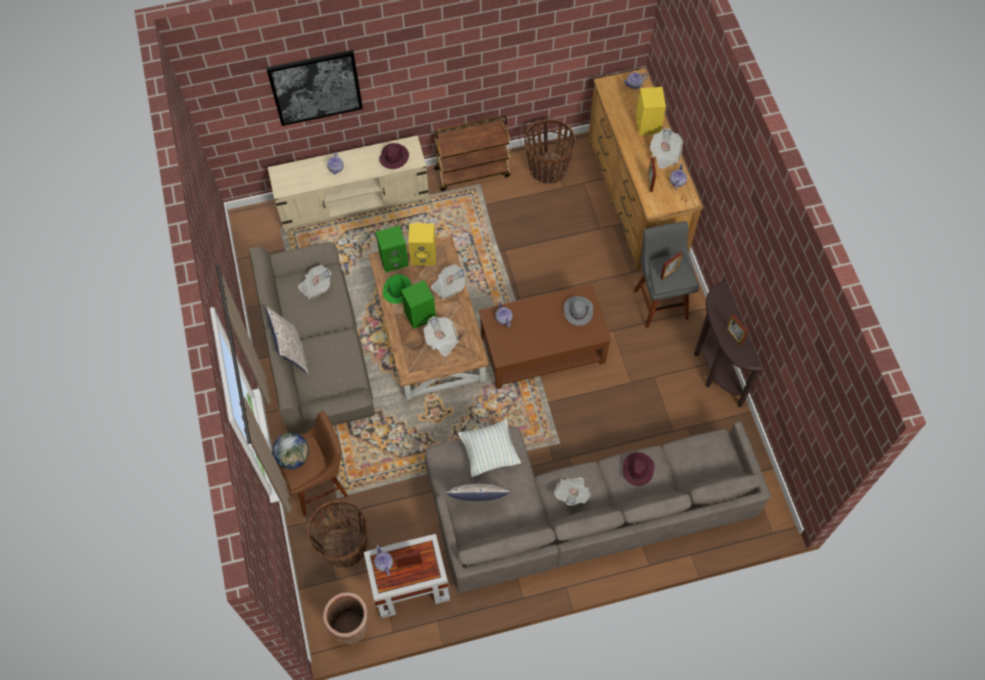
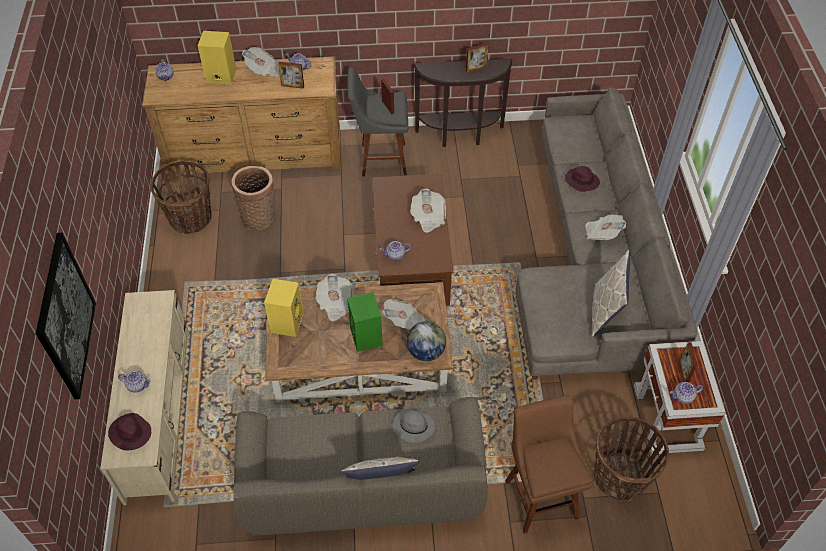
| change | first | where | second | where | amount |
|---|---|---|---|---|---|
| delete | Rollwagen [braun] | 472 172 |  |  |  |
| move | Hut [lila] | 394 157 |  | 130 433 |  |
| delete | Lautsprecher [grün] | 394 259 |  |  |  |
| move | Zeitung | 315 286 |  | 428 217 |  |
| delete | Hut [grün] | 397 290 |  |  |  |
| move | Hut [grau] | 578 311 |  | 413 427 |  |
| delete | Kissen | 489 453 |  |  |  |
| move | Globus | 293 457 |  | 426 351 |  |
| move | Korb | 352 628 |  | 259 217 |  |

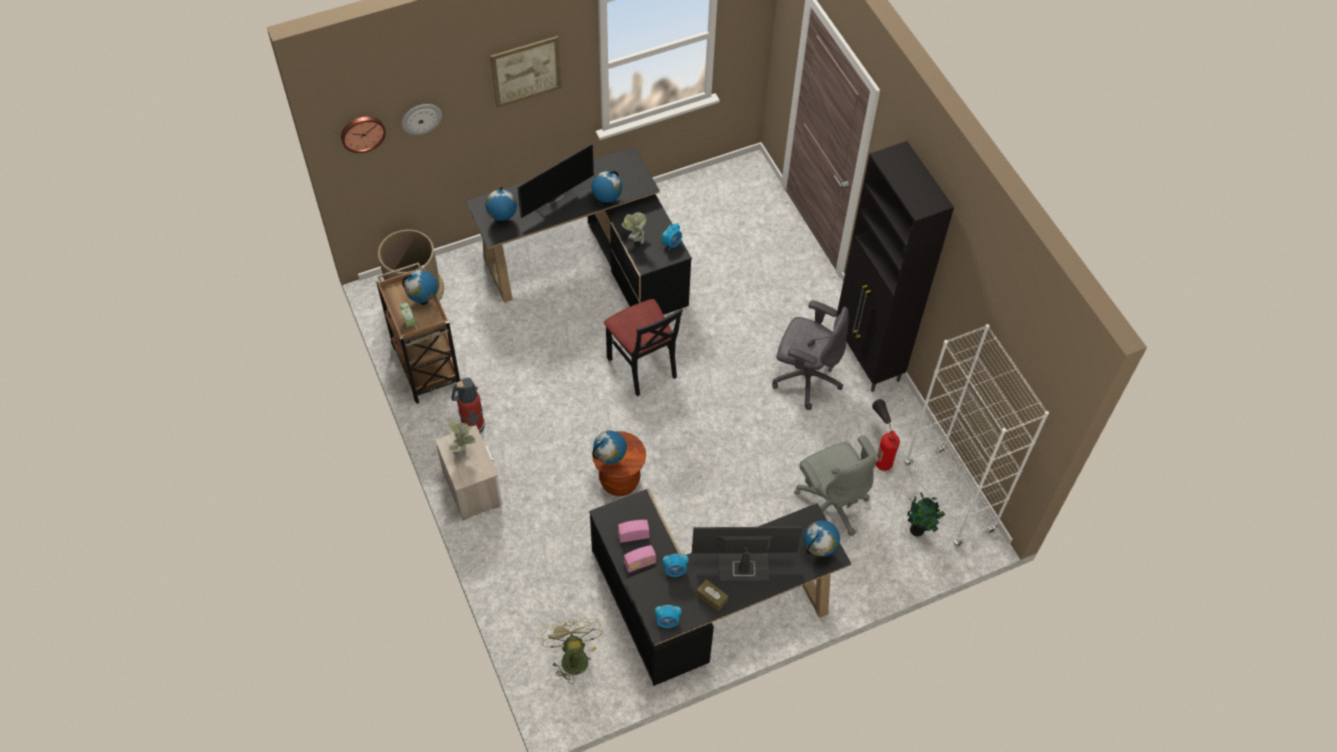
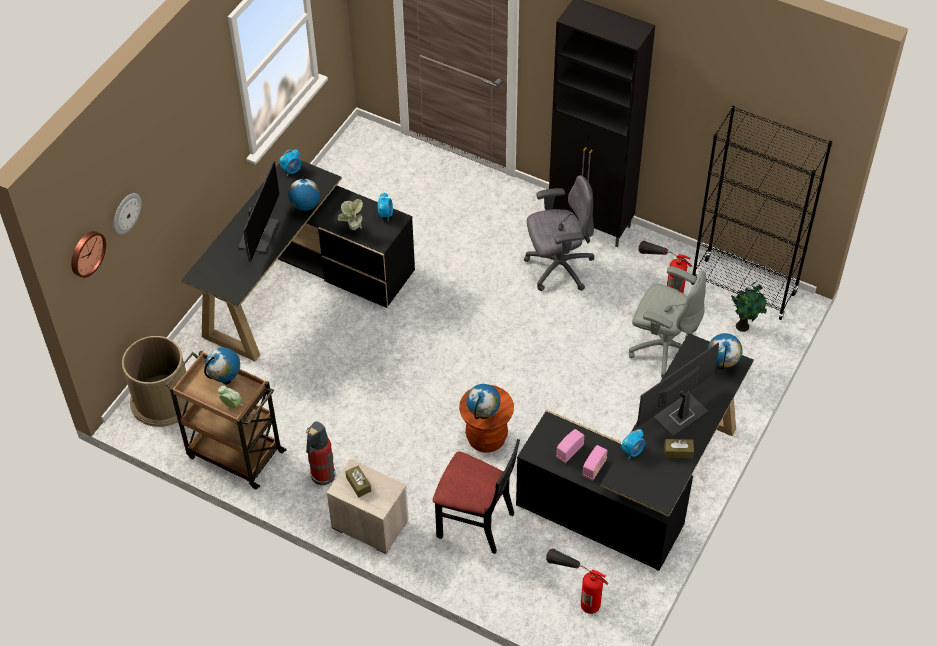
| change | first | where | second | where | amount |
|---|---|---|---|---|---|
| delete | Bild | 526 71 |  |  |  |
| delete | Globus | 502 219 |  |  |  |
| move | Stuhl [schwarz] | 643 366 |  | 476 523 |  |
| recolor | Bücherregal [weiß] | 948 498 | Bücherregal [schwarz] | 743 288 |  |
| replace | Topfpflanze | 463 450 | Taschentuchbox [braun] | 358 484 |  |
| move | Wecker | 667 621 |  | 292 170 |  |
| replace | Ventilator [grün] | 572 656 | Feuerlöscher | 575 594 |  |

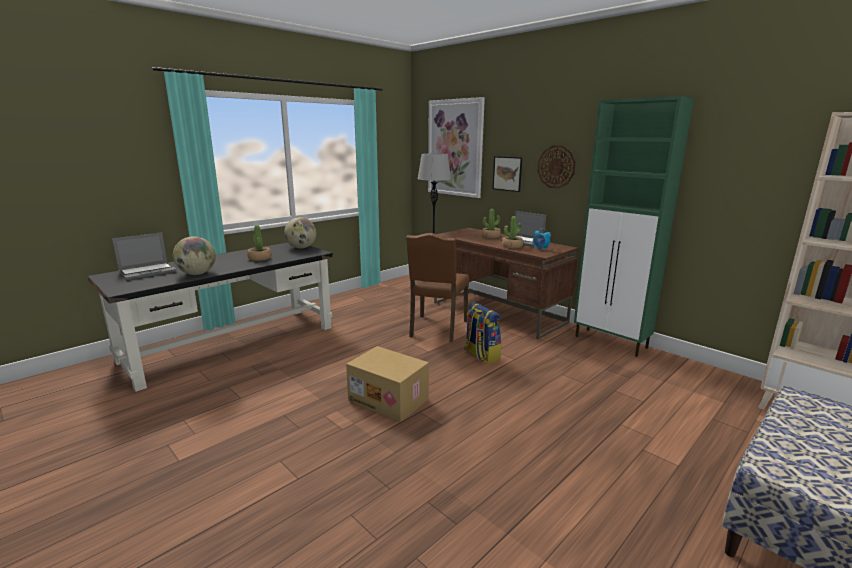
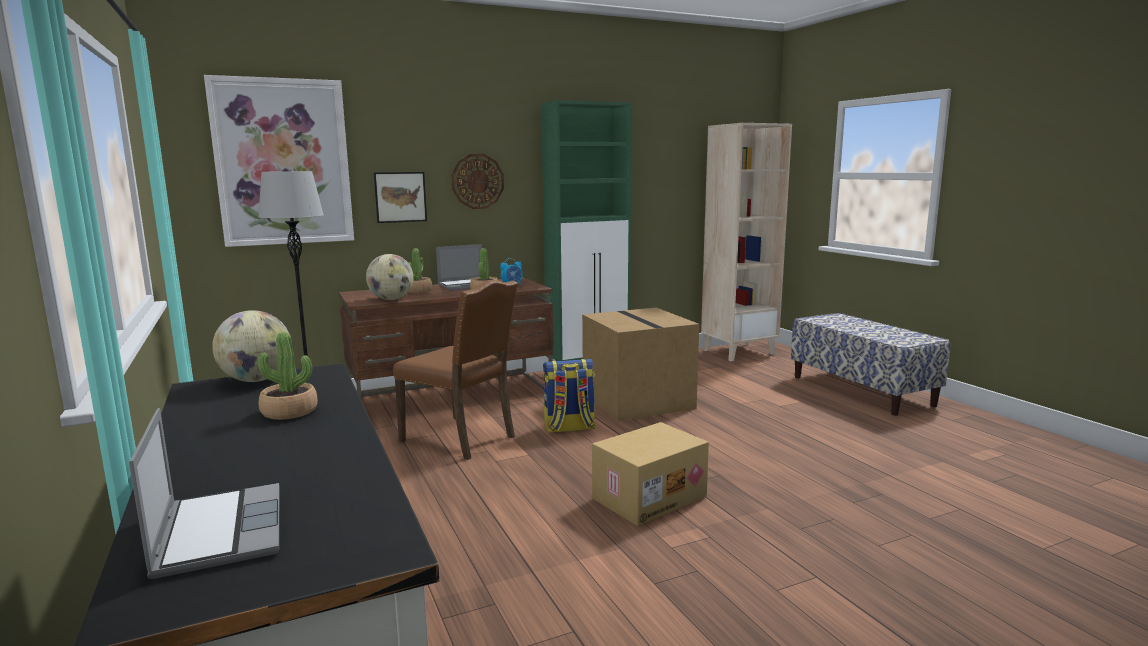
| change | first | where | second | where | amount |
|---|---|---|---|---|---|
| move | Globus | 197 274 |  | 391 299 |  |
| insert |  |  | Karton | 635 400 |  |

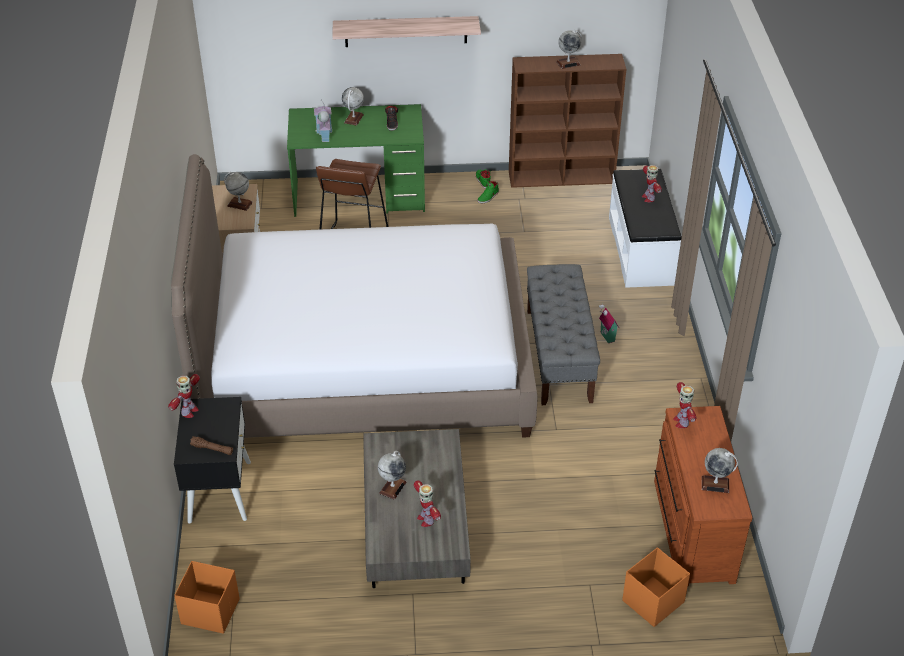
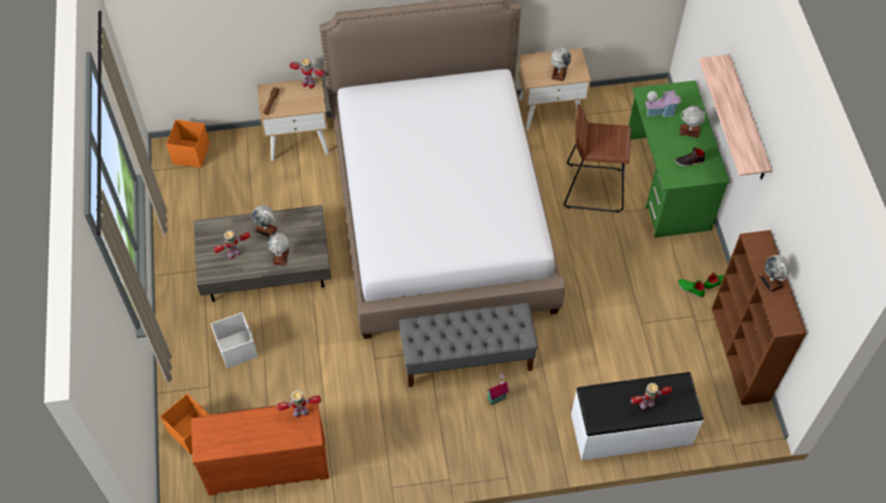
| change | first | where | second | where | amount |
|---|---|---|---|---|---|
| recolor | Nachttisch [schwarz] | 219 491 | Nachttisch [beige] | 298 140 |  |
| move | Globus | 715 484 |  | 280 256 |  |
| insert |  |  | Aufbewahrungsbox [weiß] | 237 348 |  |

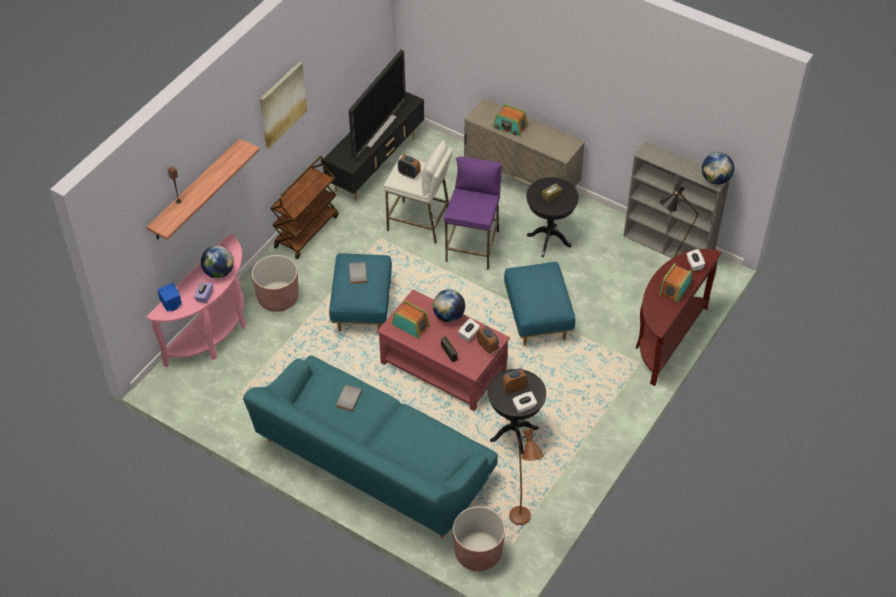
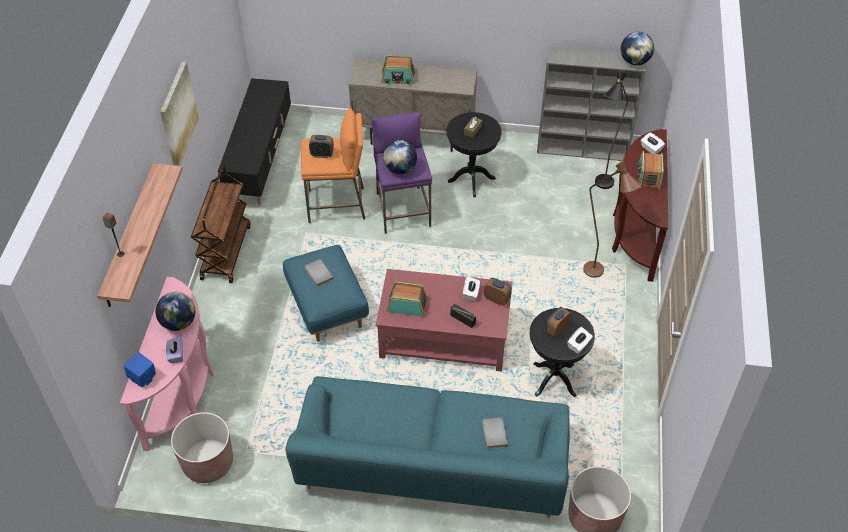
| change | first | where | second | where | amount |
|---|---|---|---|---|---|
| delete | Fernseher | 376 130 |  |  |  |
| recolor | Hocker [weiß] | 419 223 | Hocker [orange] | 337 205 |  |
| move | Pflanzkübel [braun] | 278 298 |  | 208 463 |  |
| delete | Polsterhocker [blau] | 538 318 |  |  |  |
| move | Globus | 448 316 |  | 400 169 |  |
| move | Buch [grau] | 348 398 |  | 493 433 |  |
| move | Stehlampe [braun] | 522 523 |  | 599 274 |  |

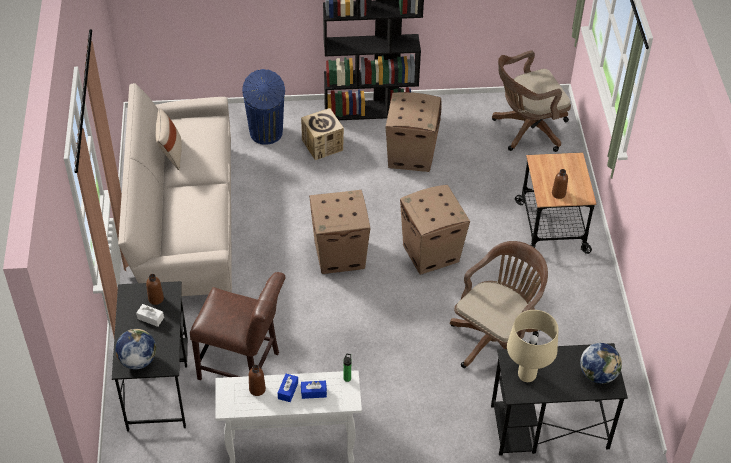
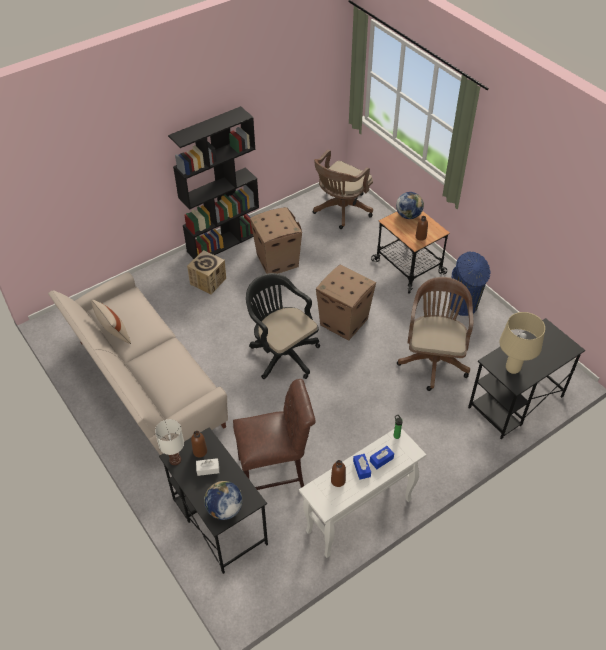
| change | first | where | second | where | amount |
|---|---|---|---|---|---|
| move | Mülleimer [blau] | 266 133 |  | 464 306 |  |
| replace | Karton | 340 254 | Bürostuhl [schwarz] | 282 353 |  |
| move | Globus | 598 374 |  | 408 215 |  |
| insert |  |  | Tischlampe [weiß] | 175 460 |  |

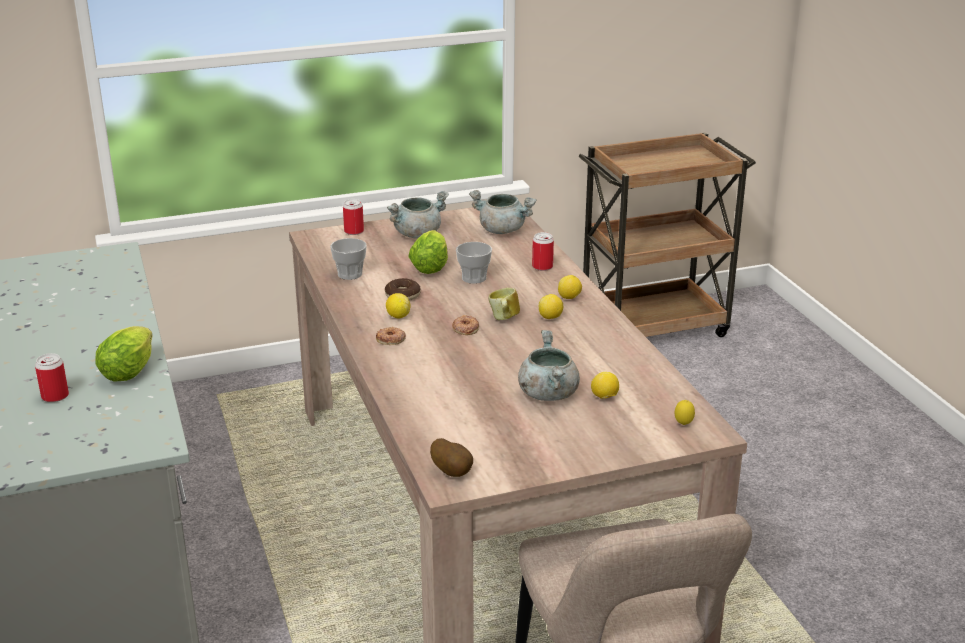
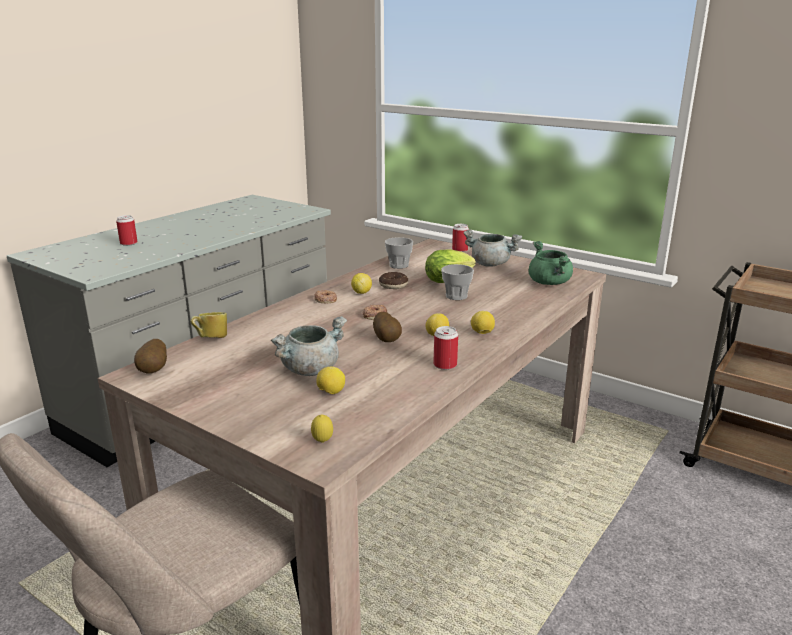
| change | first | where | second | where | amount |
|---|---|---|---|---|---|
| recolor | Kochtopf [grau] | 502 230 | Kochtopf [grün] | 549 283 |  |
| move | Dose | 542 267 |  | 445 365 |  |
| move | Henkelbecher | 503 319 |  | 211 339 |  |
| delete | Salatkopf | 131 370 |  |  |  |
| insert |  |  | Kartoffel | 387 340 |  |

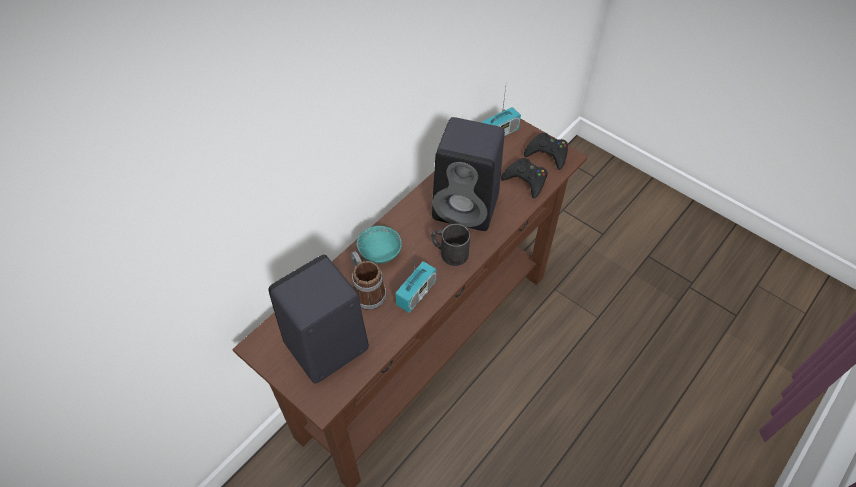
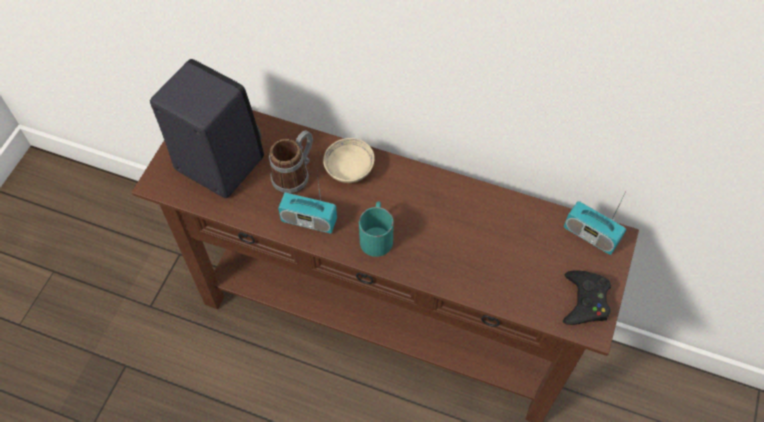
| change | first | where | second | where | amount |
|---|---|---|---|---|---|
| delete | Lautsprecher [schwarz] | 468 207 |  |  |  |
| delete | Gamepad [schwarz] | 526 180 |  |  |  |
| recolor | Henkelbecher [schwarz] | 449 252 | Henkelbecher [türkis] | 377 235 |  |
| recolor | Schüssel [türkis] | 380 252 | Schüssel [beige] | 349 169 |  |

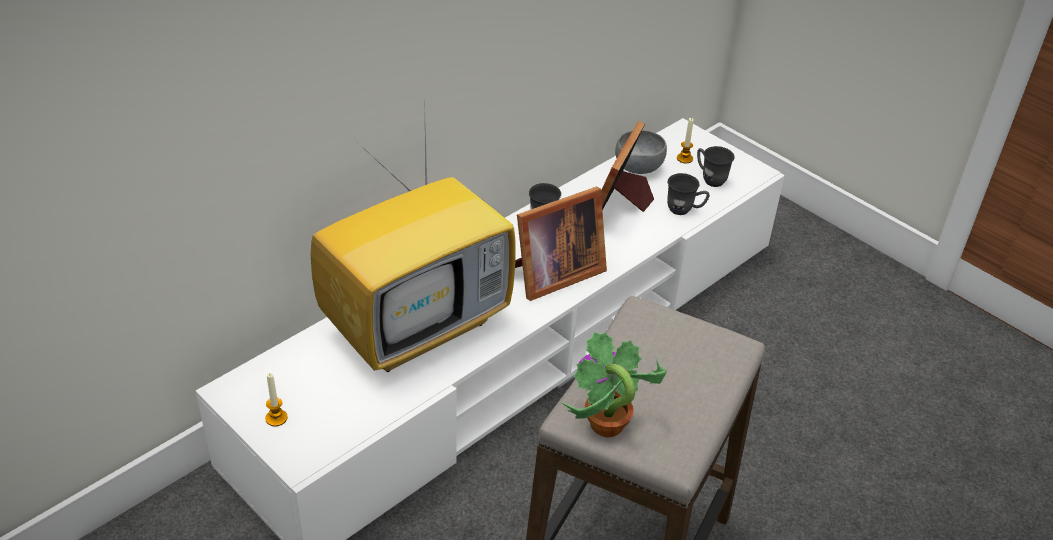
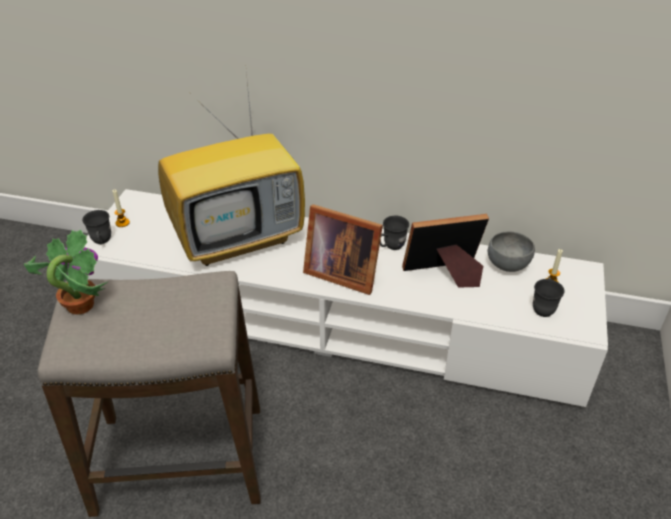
| change | first | where | second | where | amount |
|---|---|---|---|---|---|
| rotate | Fernseher | 418 324 |  | 239 238 | 45 degrees counterclockwise |
| move | Henkelbecher [grau] | 684 210 |  | 102 241 |  |

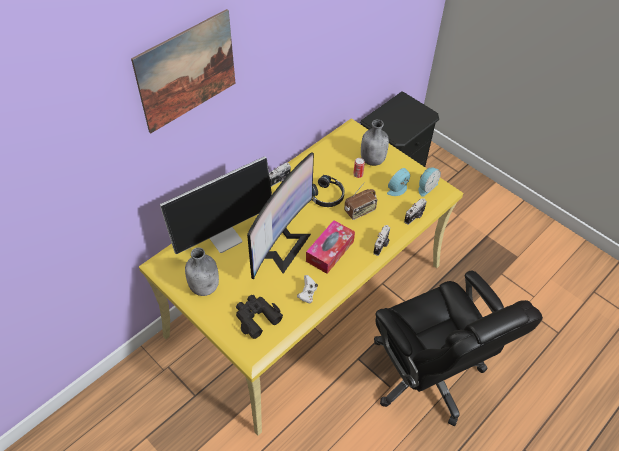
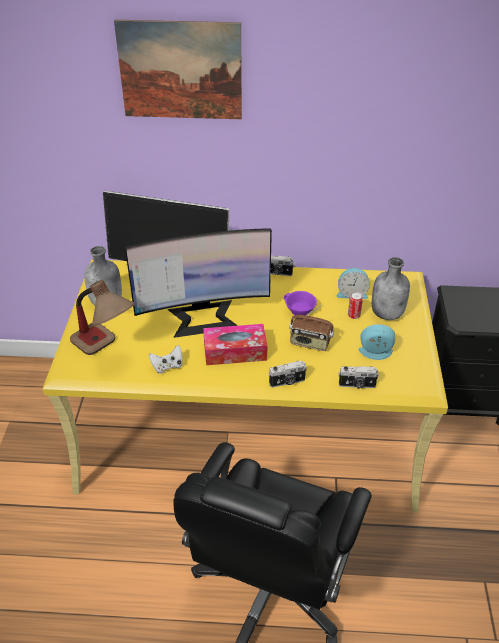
| change | first | where | second | where | amount |
|---|---|---|---|---|---|
| move | Wecker | 426 187 |  | 352 293 |  |
| replace | Kopfhörer [schwarz] | 326 196 | Tasse [lila] | 298 311 |  |
| replace | Fernglas [schwarz] | 256 317 | Tischlampe | 107 350 |  |

